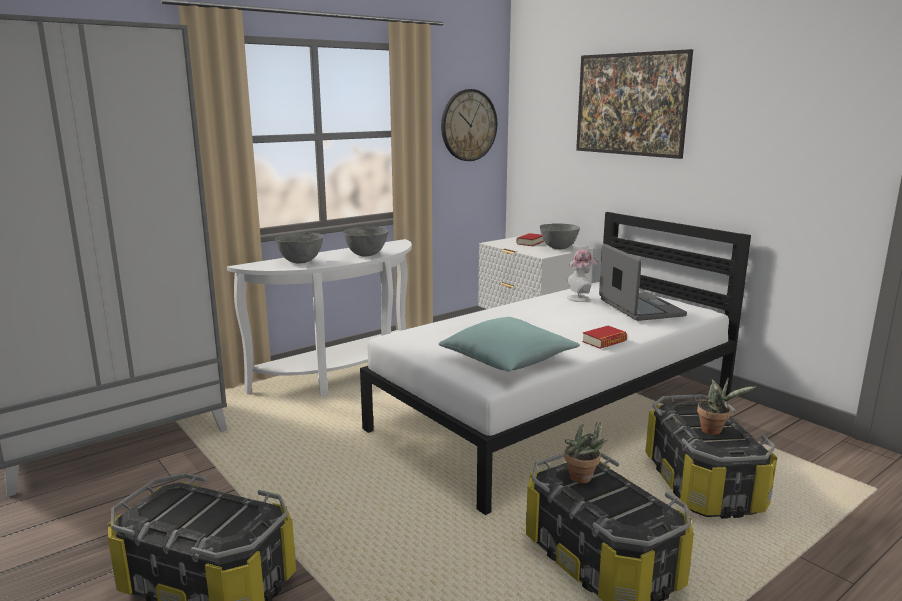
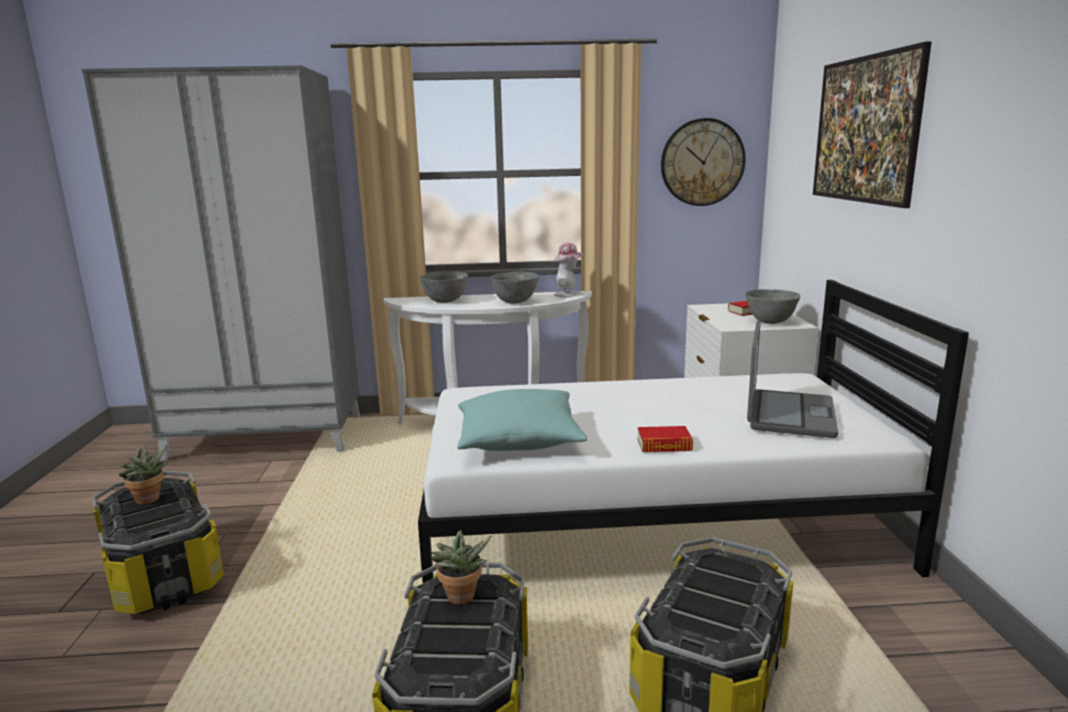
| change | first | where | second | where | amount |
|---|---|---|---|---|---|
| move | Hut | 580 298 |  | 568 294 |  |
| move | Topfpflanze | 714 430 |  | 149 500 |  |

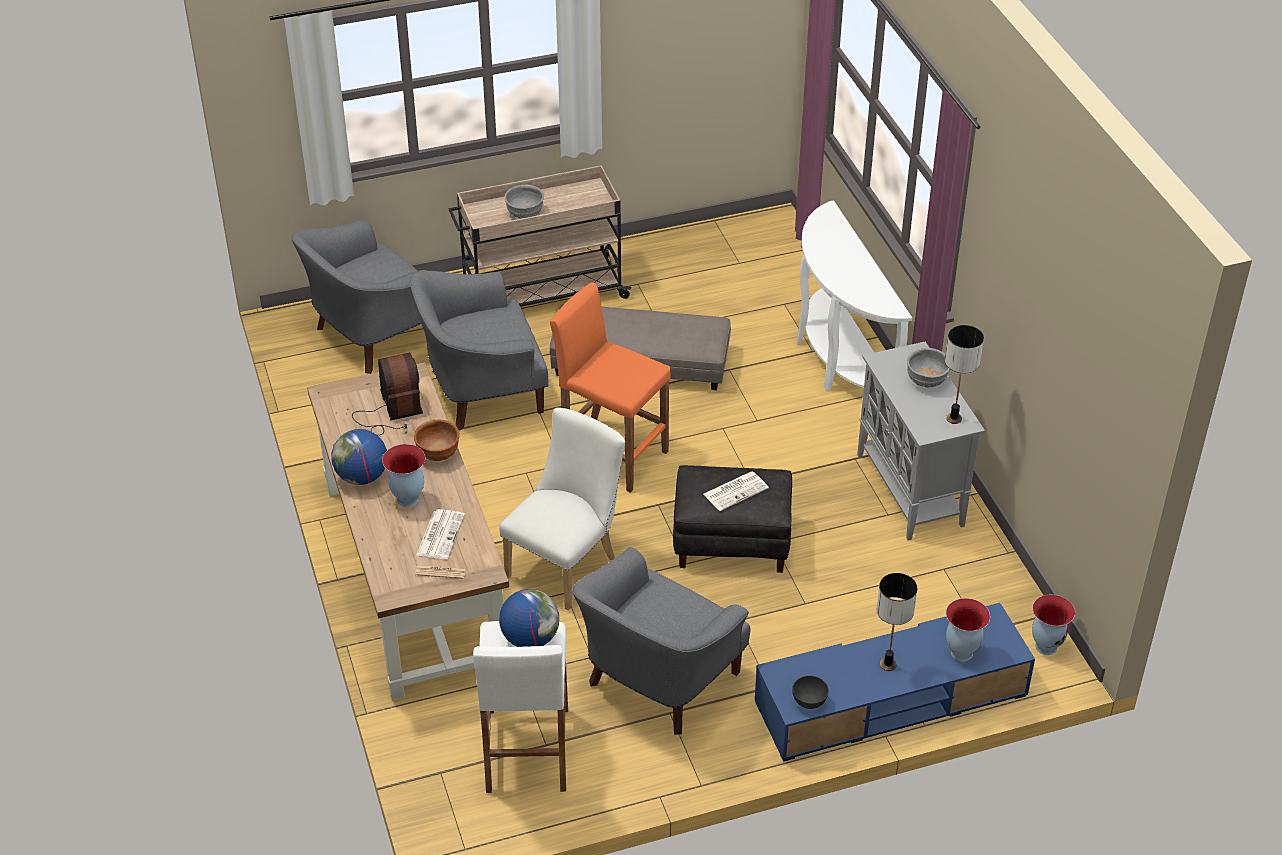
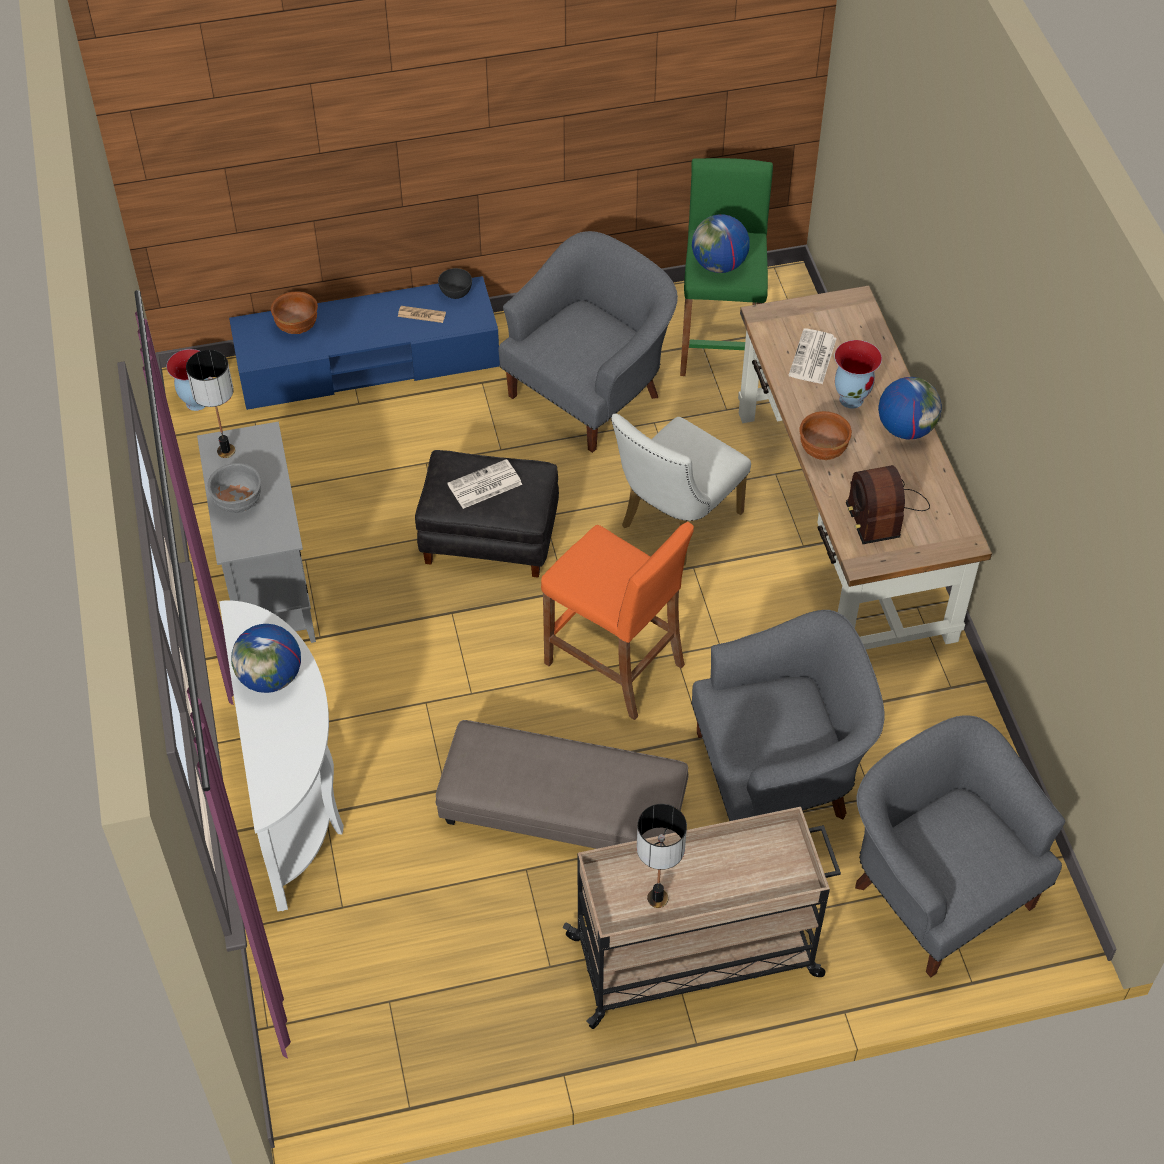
| change | first | where | second | where | amount |
|---|---|---|---|---|---|
| delete | Schüssel [grau] | 524 215 |  |  |  |
| rotate | Sessel [grau] | 372 336 |  | 938 889 | 90 degrees counterclockwise |
| move | Zeitung | 440 572 |  | 421 315 |  |
| move | Tischlampe | 888 665 |  | 657 898 |  |
| replace | Vase | 961 653 | Schüssel [braun] | 297 327 |  |
| recolor | Hocker [weiß] | 526 750 | Hocker [grün] | 720 341 |  |
| insert |  |  | Globus | 270 678 |  |

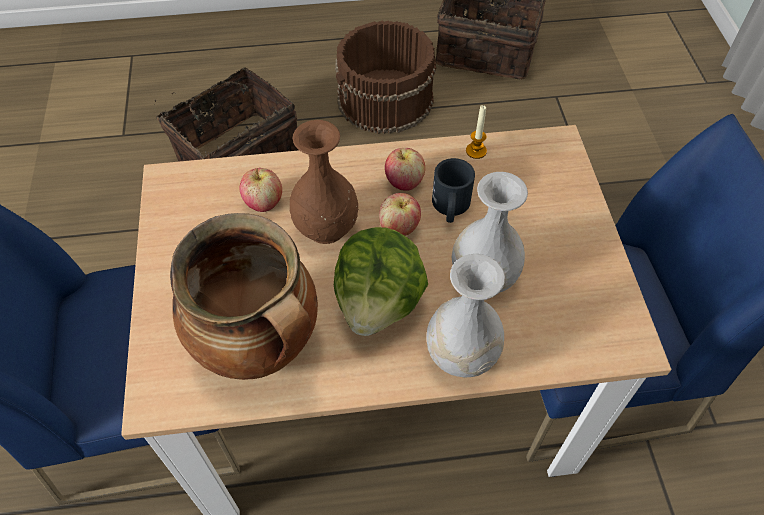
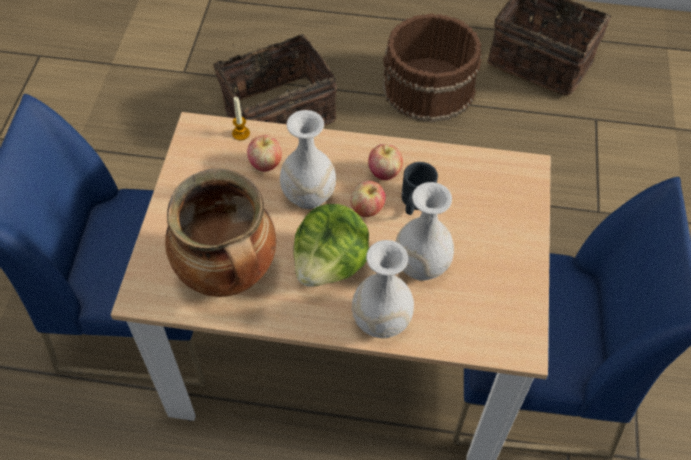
| change | first | where | second | where | amount |
|---|---|---|---|---|---|
| move | Kerze | 476 151 |  | 241 133 |  |
| recolor | Vase [braun] | 325 228 | Vase [weiß] | 308 196 |  |

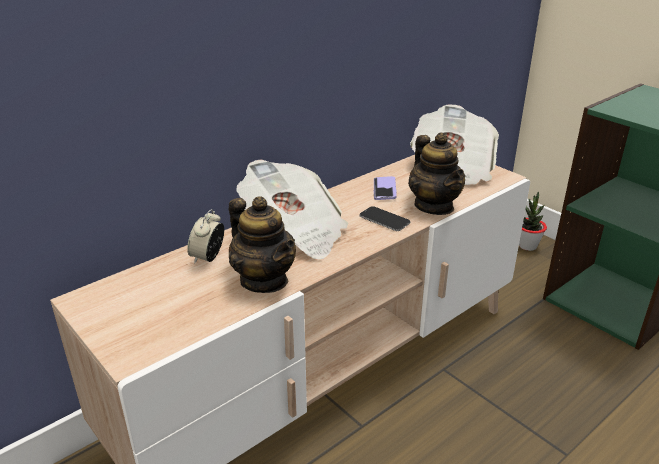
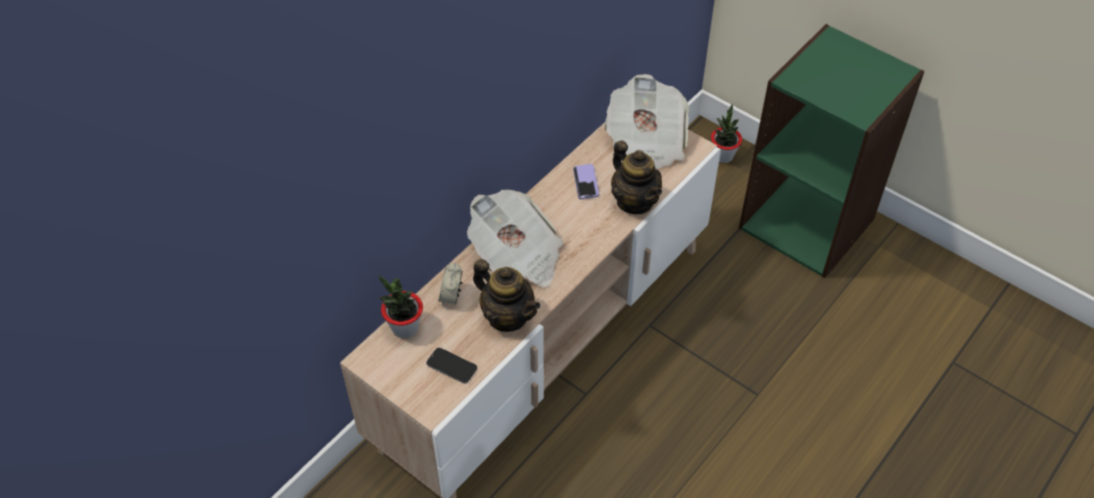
| change | first | where | second | where | amount |
|---|---|---|---|---|---|
| move | Handy | 384 220 |  | 451 366 |  |
| insert |  |  | Topfpflanze | 405 328 |  |

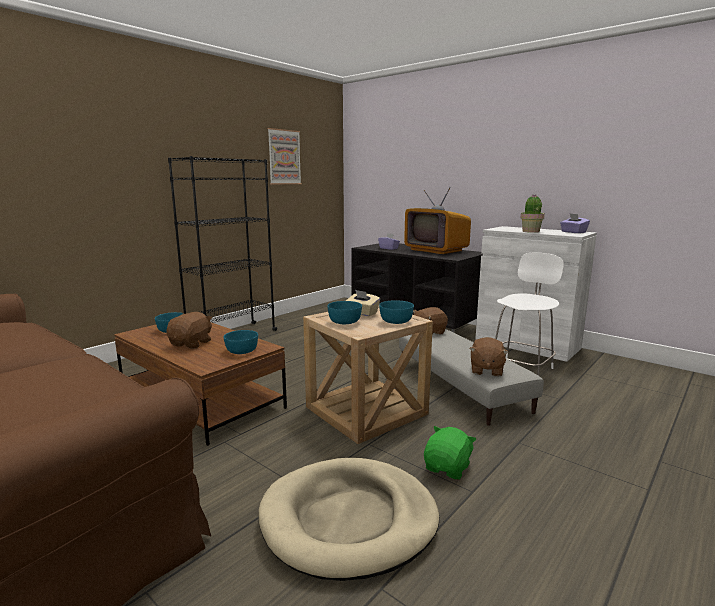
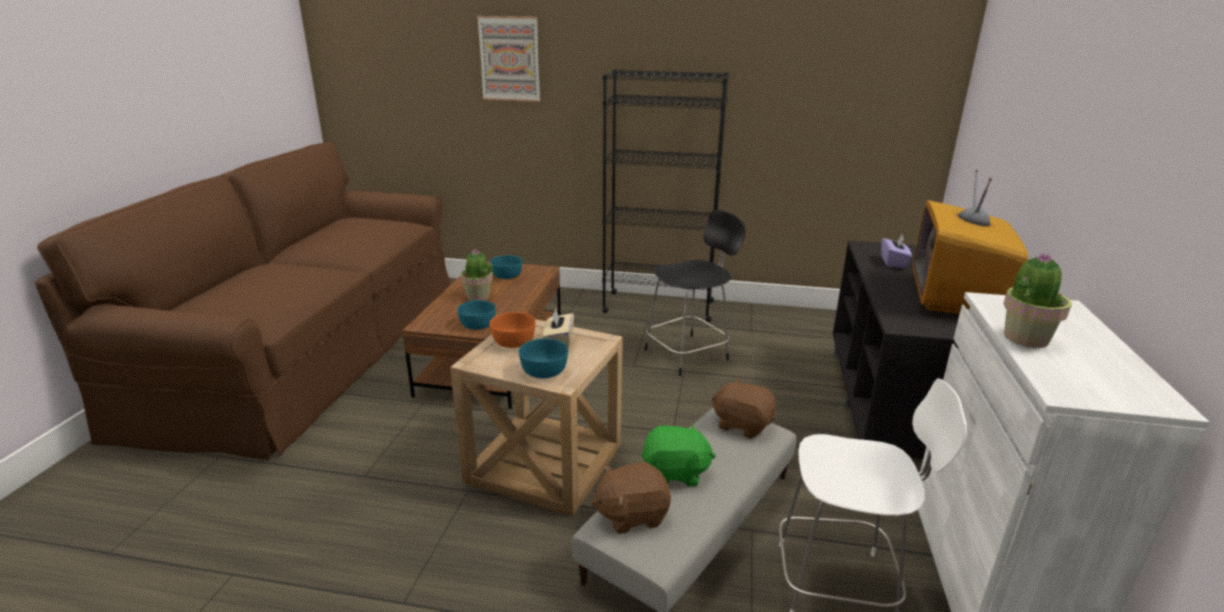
| change | first | where | second | where | amount |
|---|---|---|---|---|---|
| move | Bild | 284 157 |  | 509 59 |  |
| delete | Taschentuchbox [lila] | 573 232 |  |  |  |
| recolor | Schüssel [türkis] | 344 321 | Schüssel [orange] | 513 341 |  |
| replace | Plüschtier [braun] | 192 343 | Topfpflanze | 478 297 |  |
| move | Plüschtier [grün] | 448 468 |  | 675 473 |  |
| delete | Hundebett [beige] | 349 520 |  |  |  |
| insert |  |  | Hocker [schwarz] | 688 354 |  |

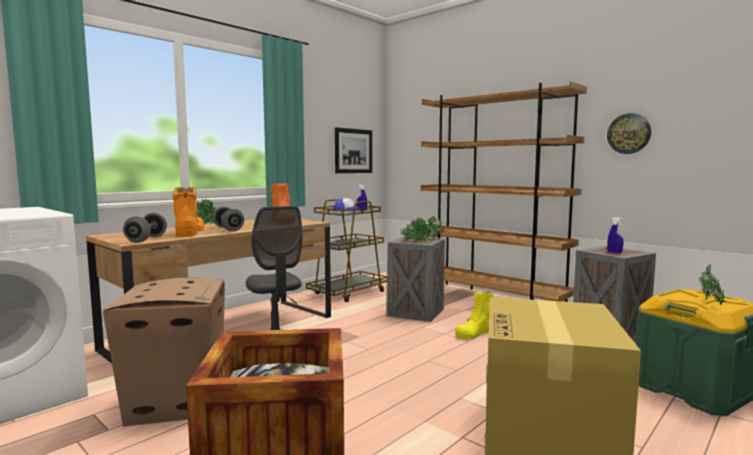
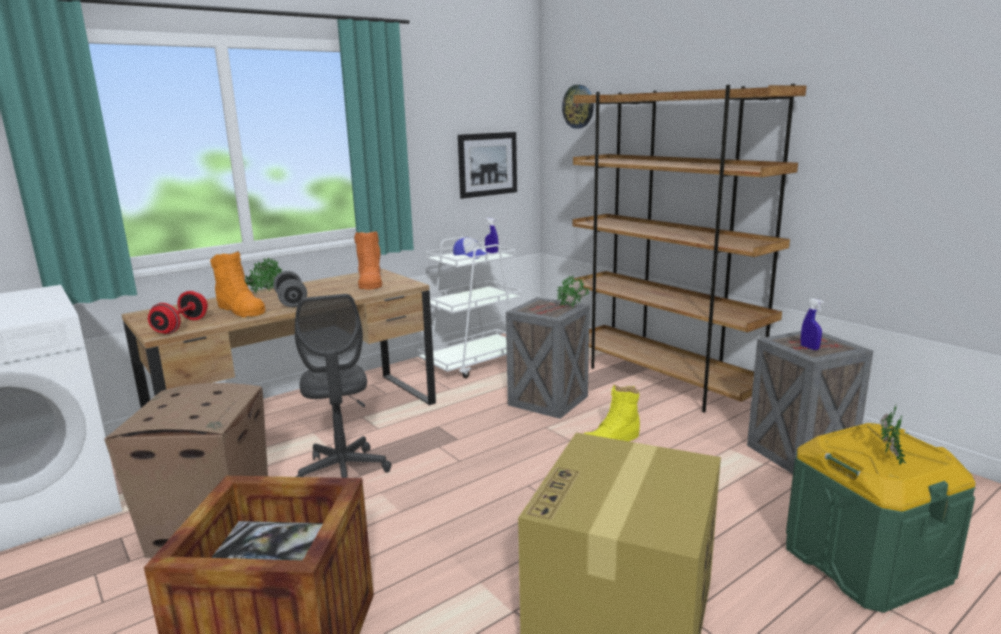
| change | first | where | second | where | amount |
|---|---|---|---|---|---|
| move | Wanduhr | 628 133 |  | 578 106 |  |
| rotate | Stiefel [orange] | 190 232 |  | 240 310 | 135 degrees clockwise |
| recolor | Rollwagen [braun] | 348 293 | Rollwagen [weiß] | 474 362 |  |
| recolor | Hantel [grau] | 146 239 | Hantel [rot] | 181 326 |  |
| delete | Topfpflanze | 414 242 |  |  |  |

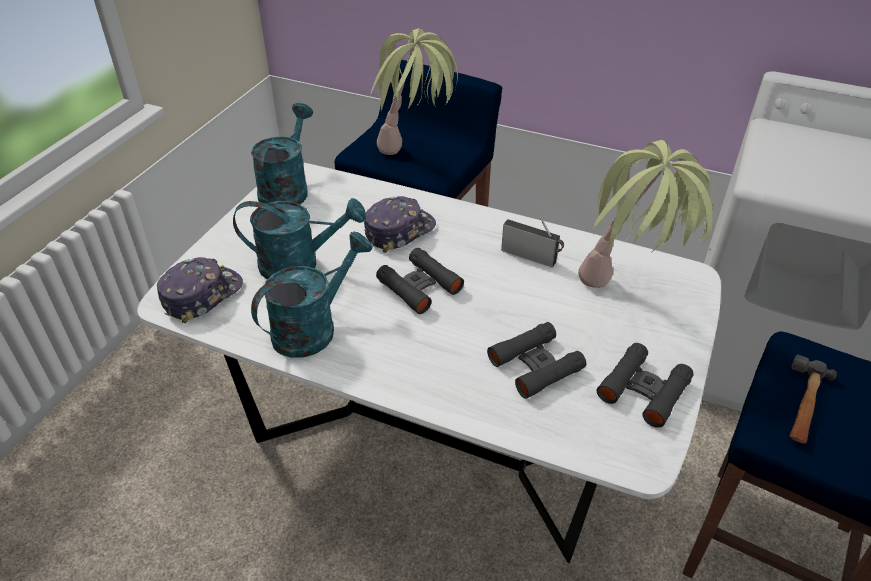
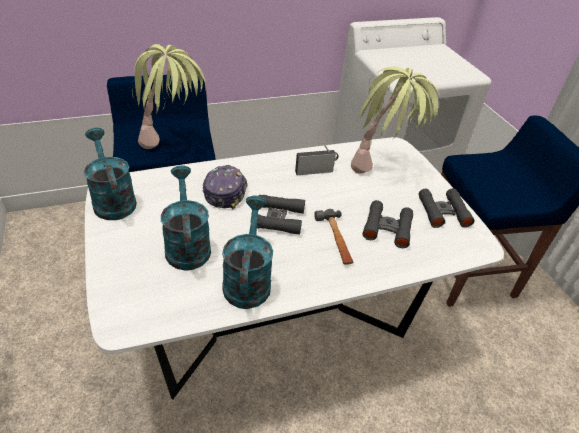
| change | first | where | second | where | amount |
|---|---|---|---|---|---|
| rotate | Gießkanne [türkis] | 300 264 |  | 187 244 | 60 degrees counterclockwise |
| delete | Kappe | 201 295 |  |  |  |
| move | Hammer | 803 404 |  | 335 239 |  |

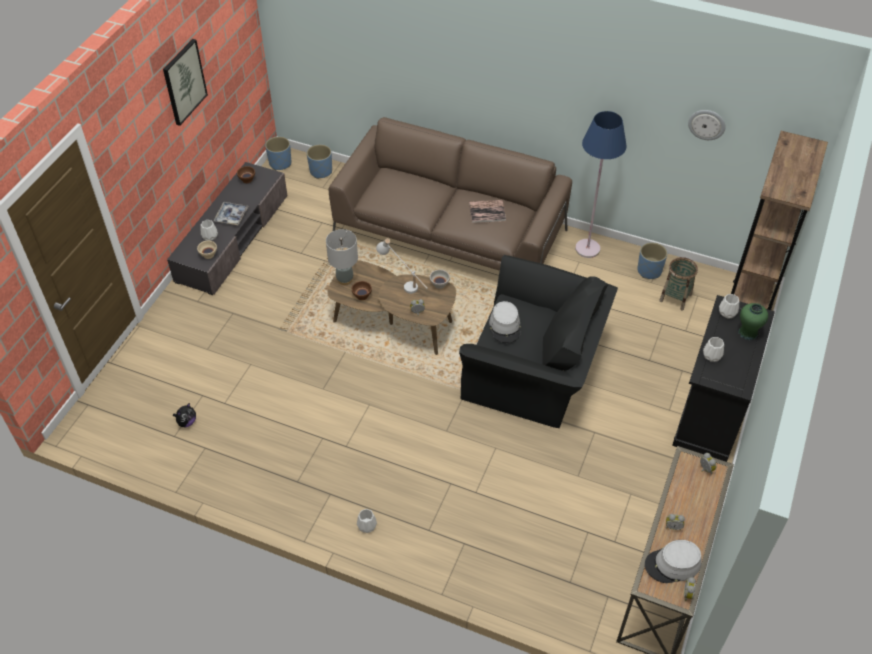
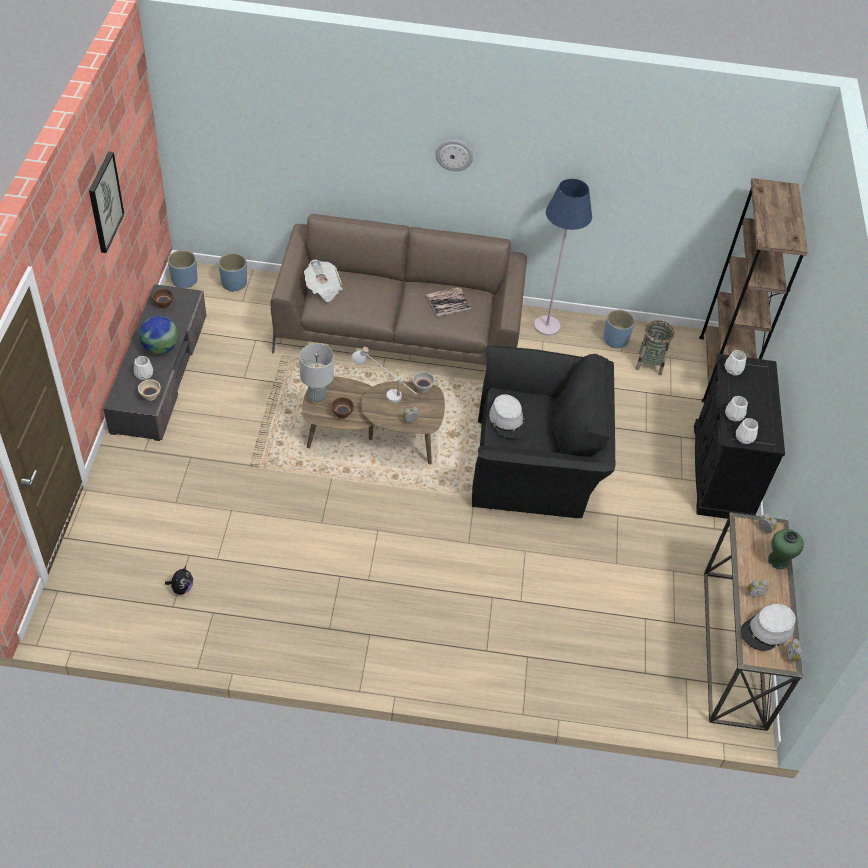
| change | first | where | second | where | amount |
|---|---|---|---|---|---|
| move | Wanduhr | 707 124 |  | 454 154 |  |
| replace | Tablett | 231 216 | Globus | 161 348 |  |
| move | Vase [grün] | 748 333 |  | 778 561 |  |
| move | Vase [weiß] | 367 525 |  | 744 437 |  |
| insert |  |  | Zeitung | 323 288 |  |

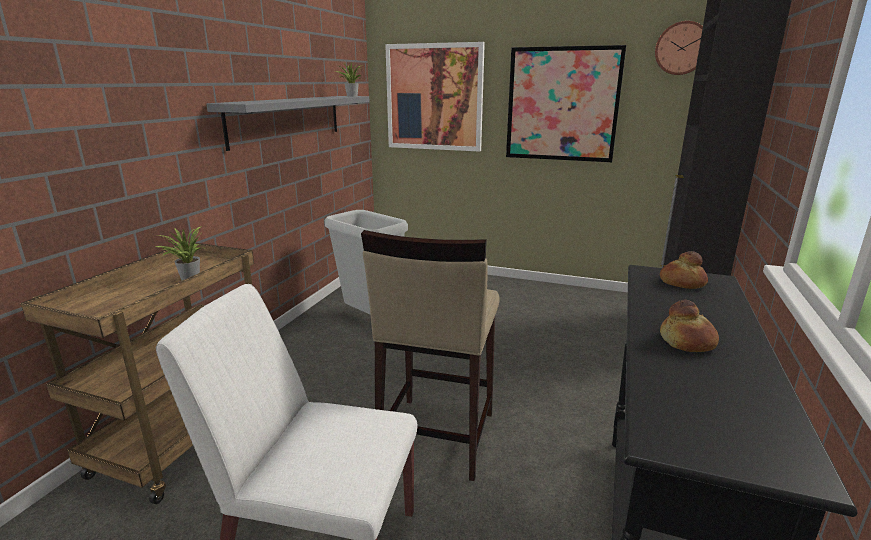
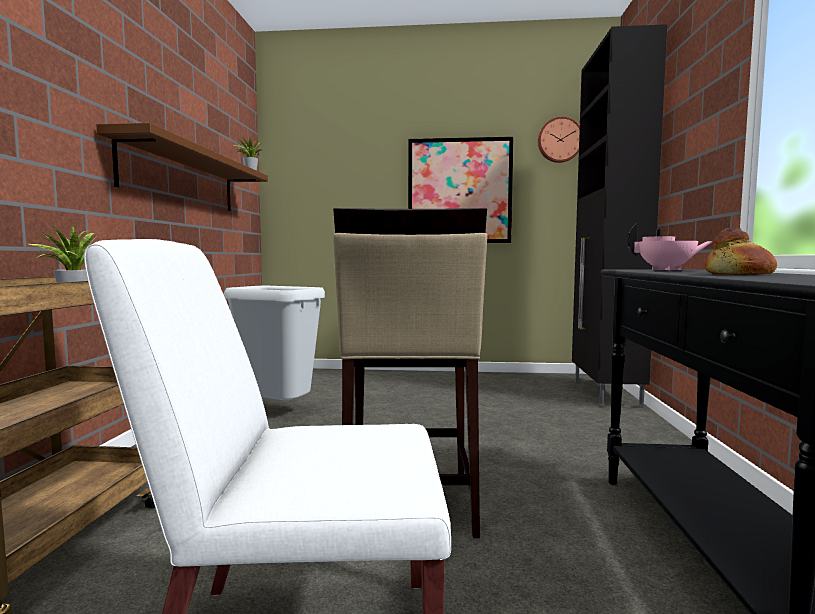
| change | first | where | second | where | amount |
|---|---|---|---|---|---|
| delete | Bild | 434 97 |  |  |  |
| recolor | Wandregal [grau] | 287 119 | Wandregal [braun] | 182 178 |  |
| replace | Brot | 681 282 | Teekanne [rosa] | 667 269 |  |

